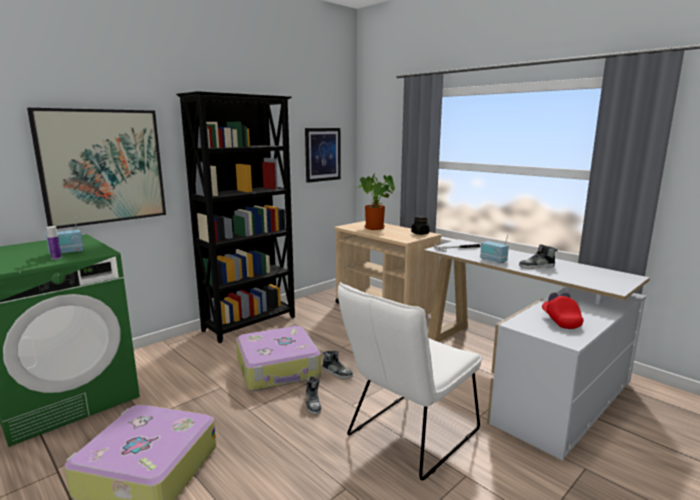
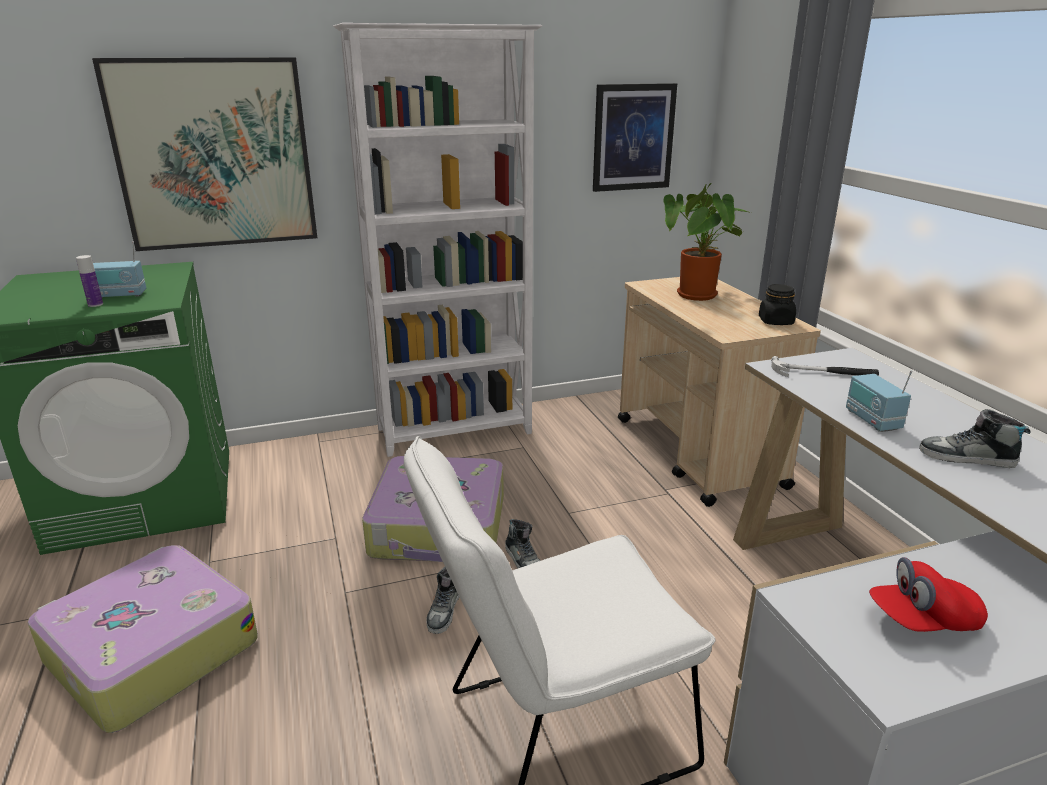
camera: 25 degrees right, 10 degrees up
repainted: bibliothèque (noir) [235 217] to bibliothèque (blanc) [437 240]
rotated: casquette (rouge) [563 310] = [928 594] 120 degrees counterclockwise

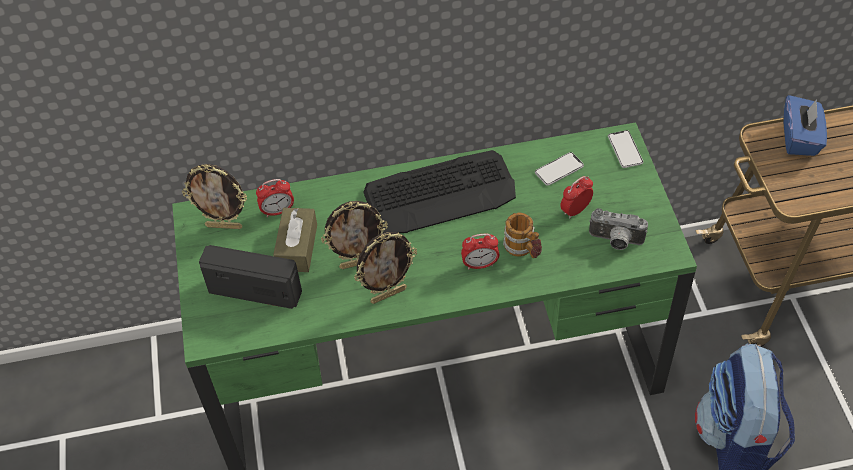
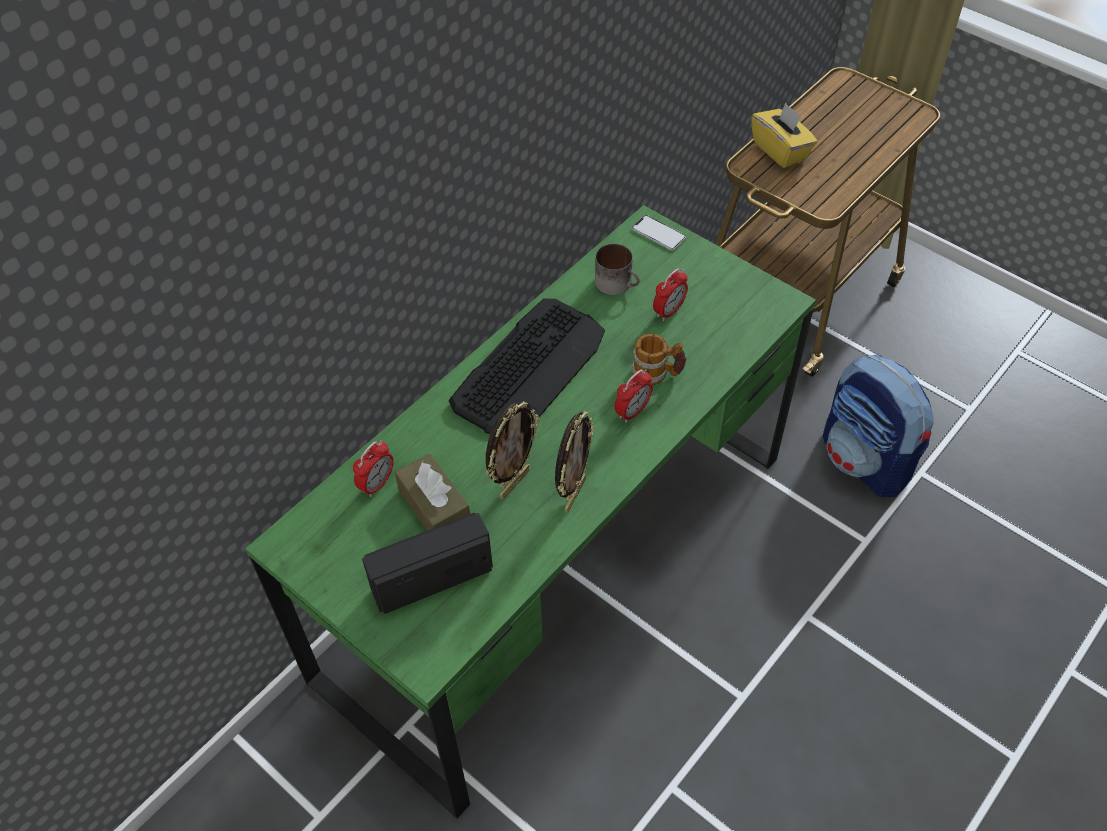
camera: 40 degrees left, 0 degrees up
gone: cadre photo [214 196]; appareil photo [618 229]
swapped: téléphone [559 169] to mug [617 269]
repainted: boîte à mouchoirs (bleu) [805 125] to boîte à mouchoirs (jaune) [784 135]
rotated: réveil [576 197] = [670 294] 150 degrees counterclockwise

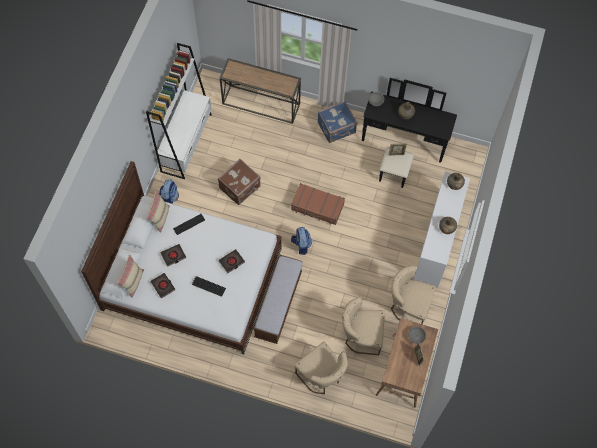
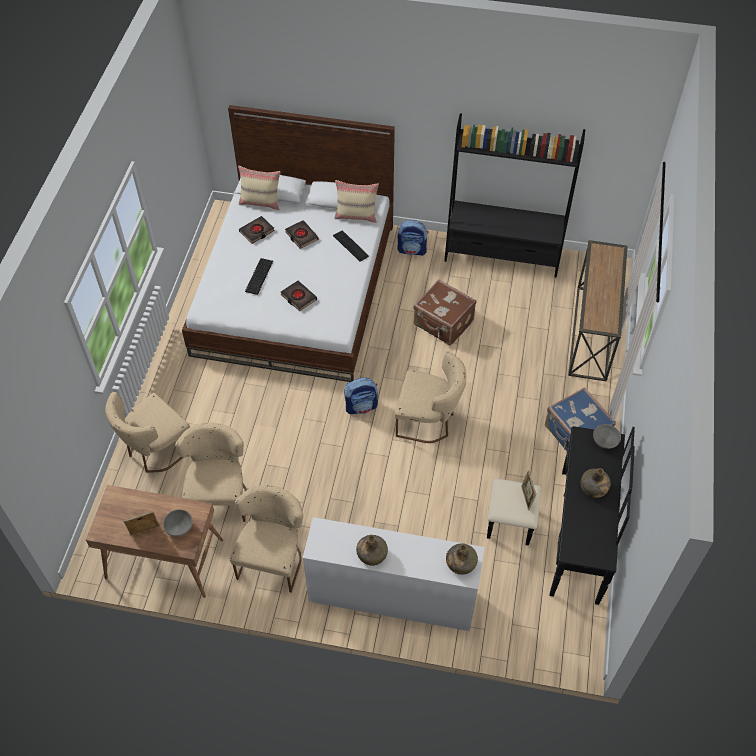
camera: 85 degrees right, 10 degrees down
gone: banc [278 299]
swapped: valise (marron) [318 204] to chaise (beige) [430 397]
repainted: bibliothèque (blanc) [179 111] to bibliothèque (noir) [514 195]

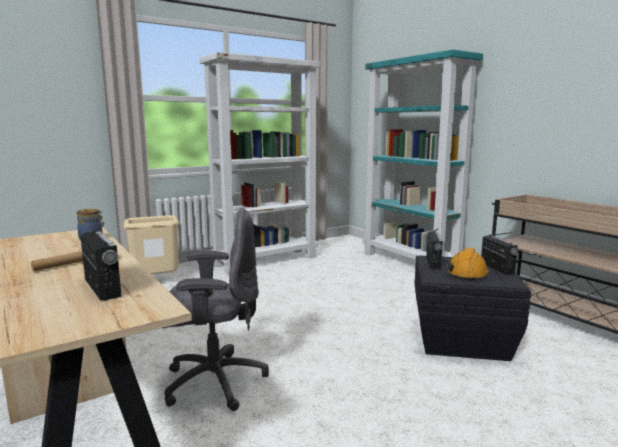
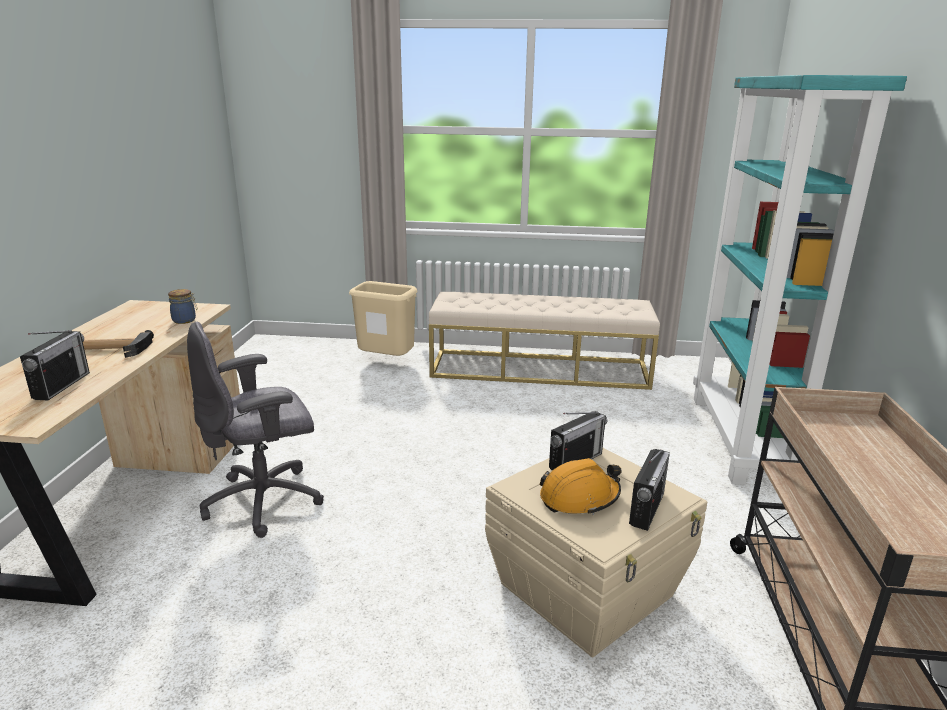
camera: 40 degrees right, 10 degrees up
swapped: bibliothèque (blanc) [260 163] to banc (beige) [544 341]
repainted: boîte de rangement (noir) [472 308] to boîte de rangement (beige) [596 552]
rotated: chaise de bureau (gris) [216 310] = [255 430] 120 degrees clockwise

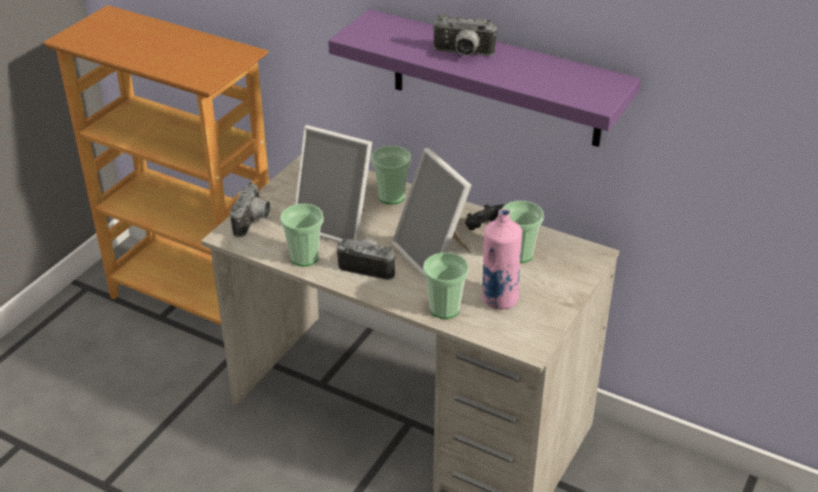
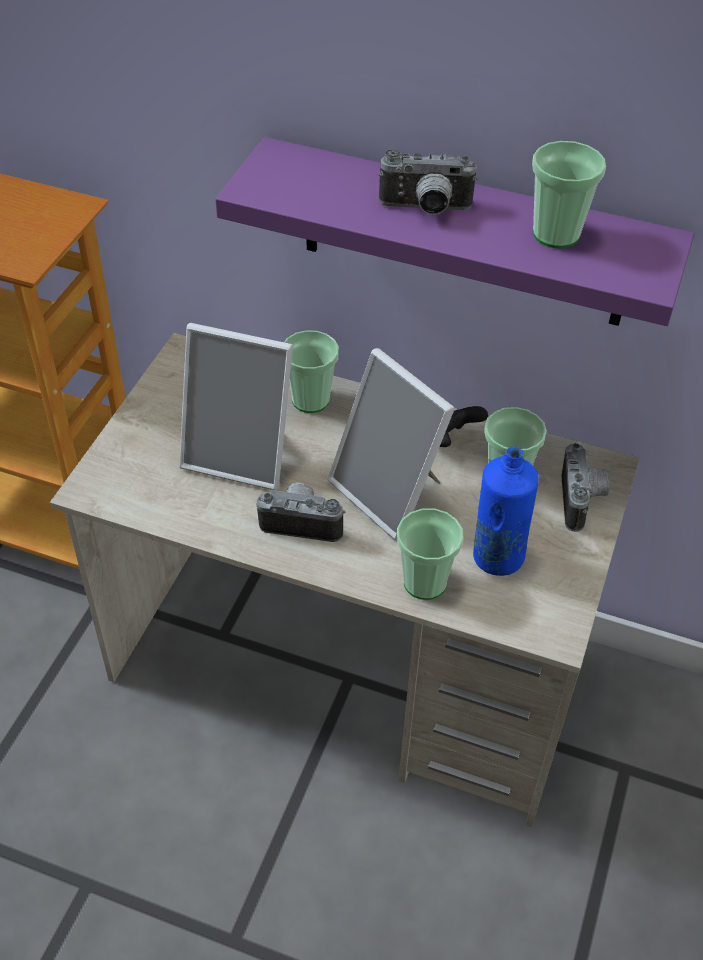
camera: 10 degrees left, 10 degrees up
shifted: appareil photo [250 210] to [585 487]; tasse [302 234] to [569 194]
repainted: bouteille (rose) [502 259] to bouteille (bleu) [506 511]

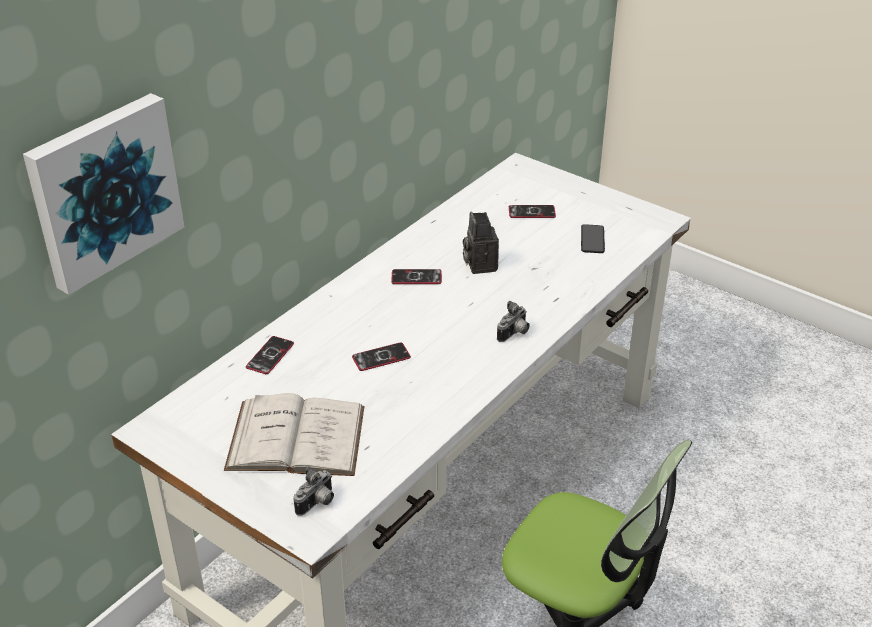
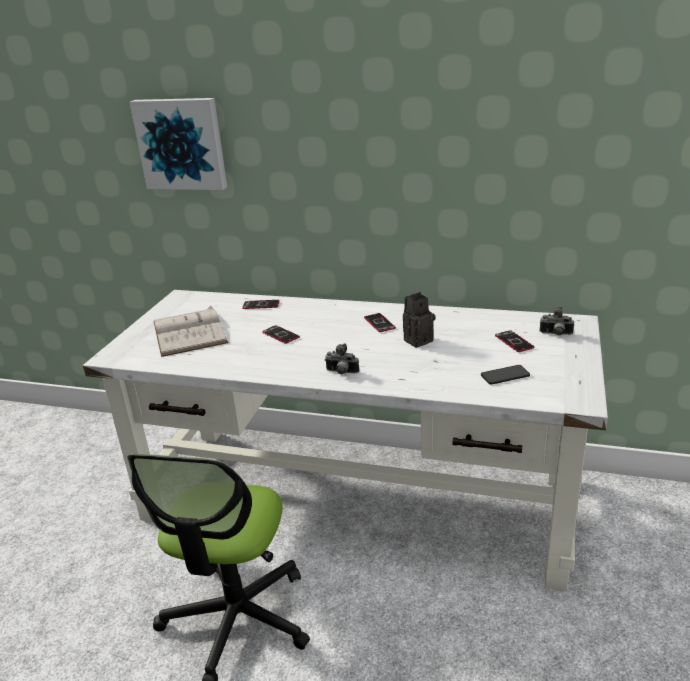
camera: 70 degrees right, 10 degrees down
shifted: appareil photo [313 491] to [557 321]

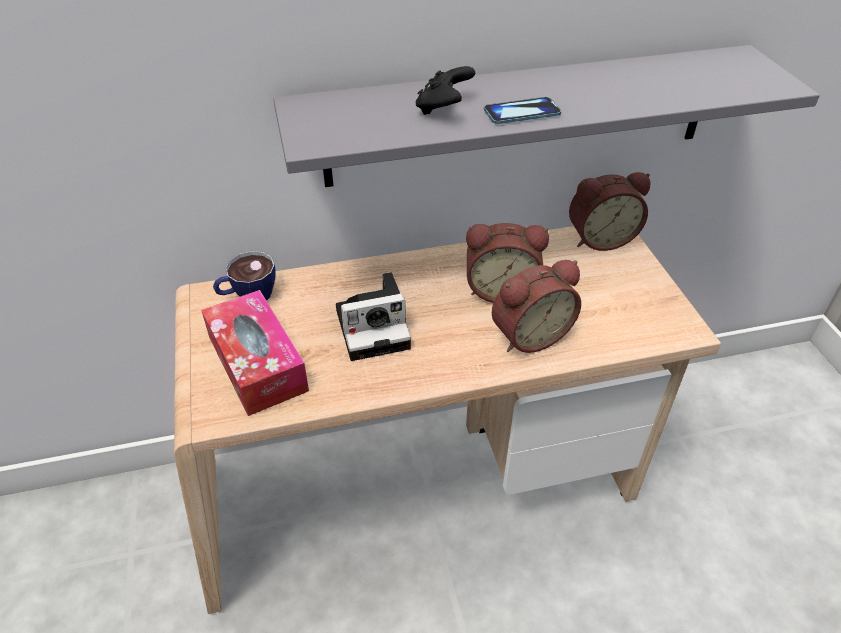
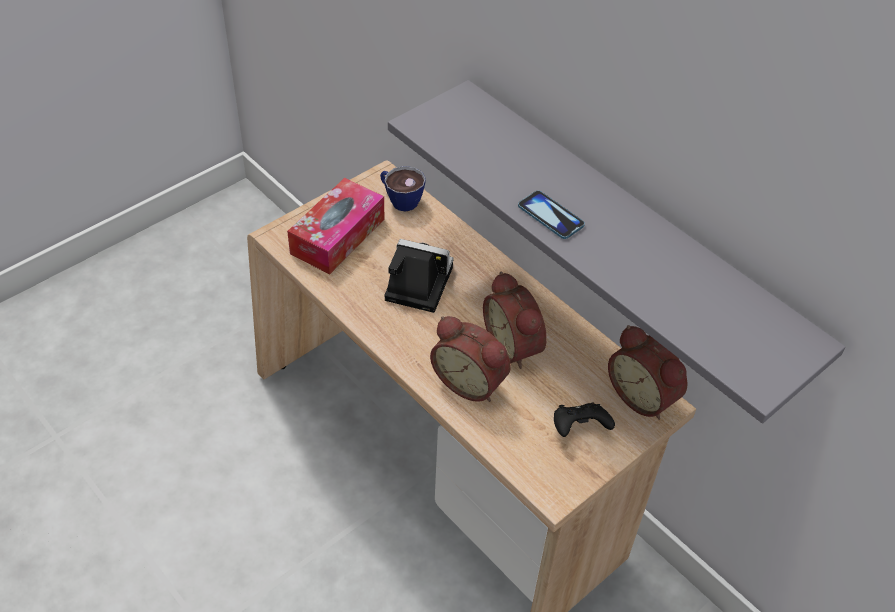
camera: 60 degrees right, 5 degrees up
shifted: manette (noir) [445 90] to [584 420]
rotated: appareil photo [373 316] = [419 276] 150 degrees clockwise

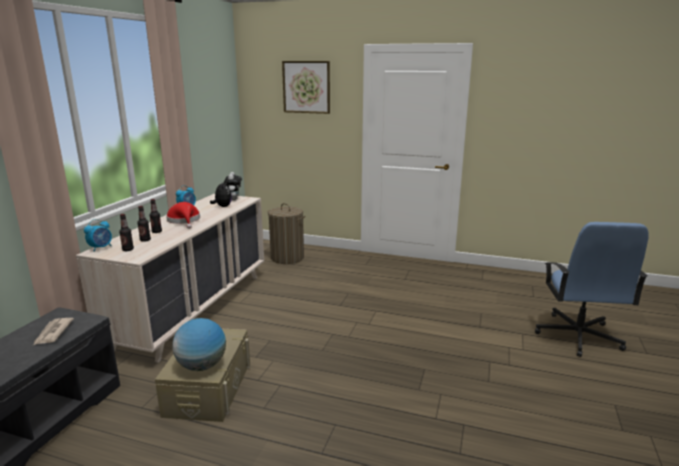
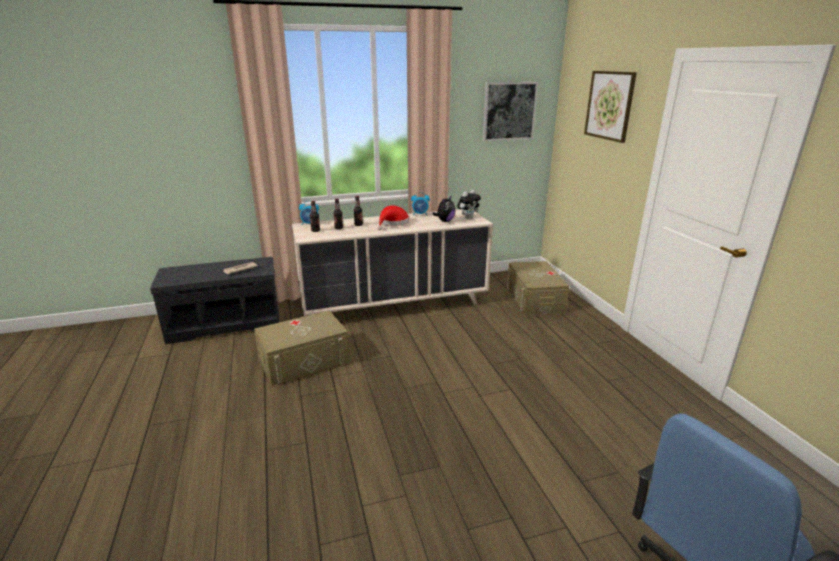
camera: 55 degrees right, 5 degrees up
gone: globe [199 344]
new: tableau [510 111]
swapped: panier à linge [286 233] to boîte de rangement (beige) [538 288]

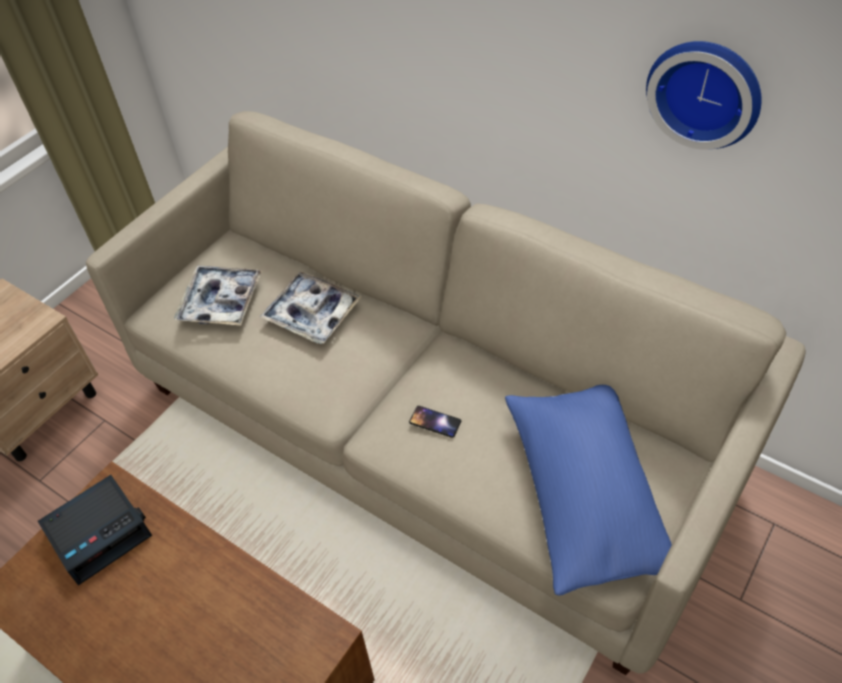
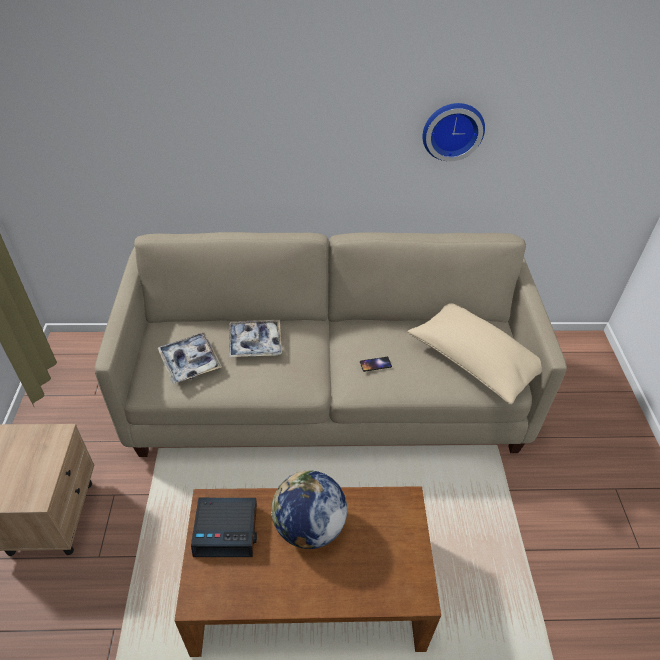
camera: 40 degrees left, 5 degrees down
new: globe [309 510]
repainted: coussin (bleu) [588 490] to coussin (beige) [474 354]
rotated: réveil [95 530] = [224 527] 75 degrees clockwise

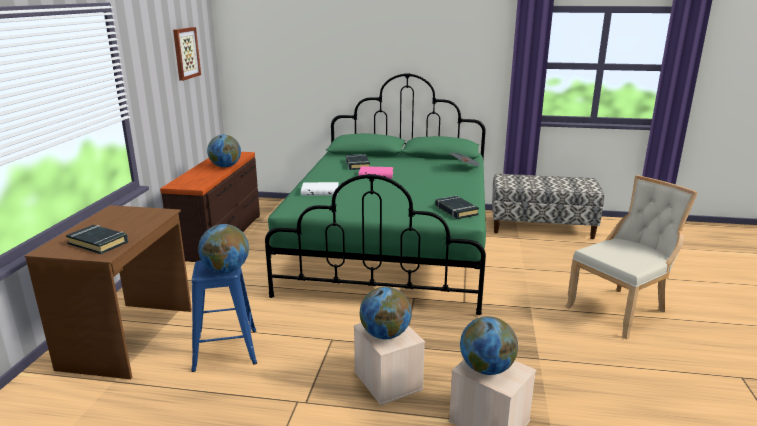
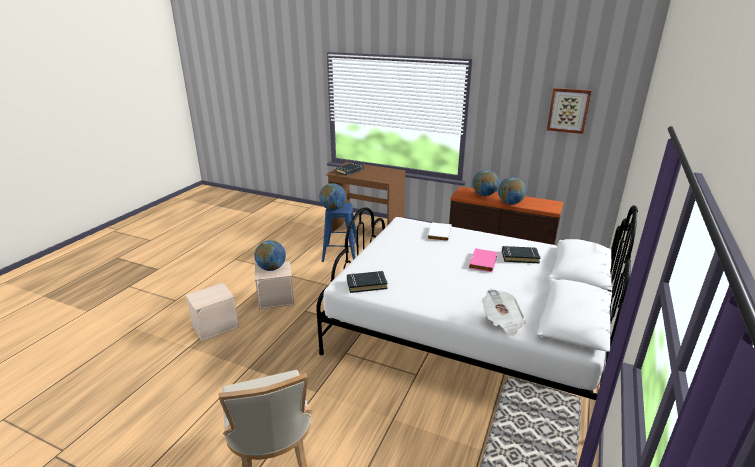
camera: 105 degrees right, 5 degrees up
shifted: globe [489 345] to [485 183]
repainted: lit (vert) [375 194] to lit (blanc) [477 302]

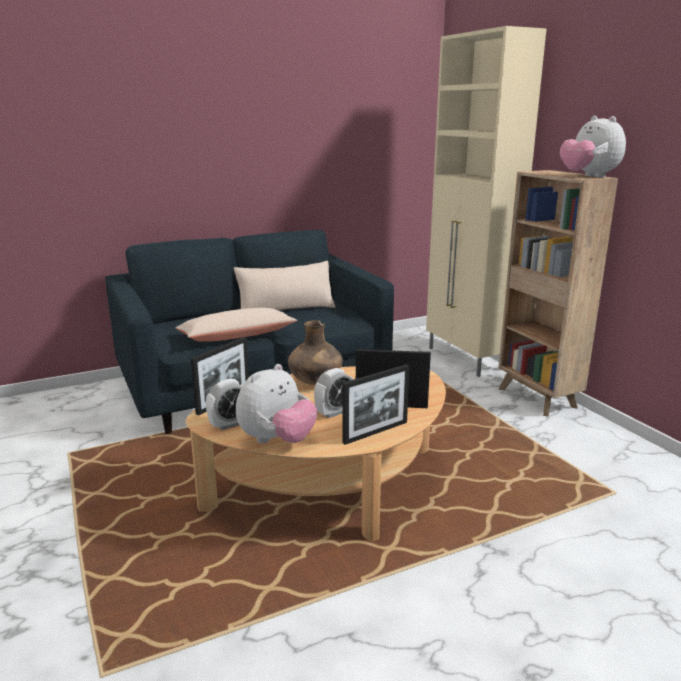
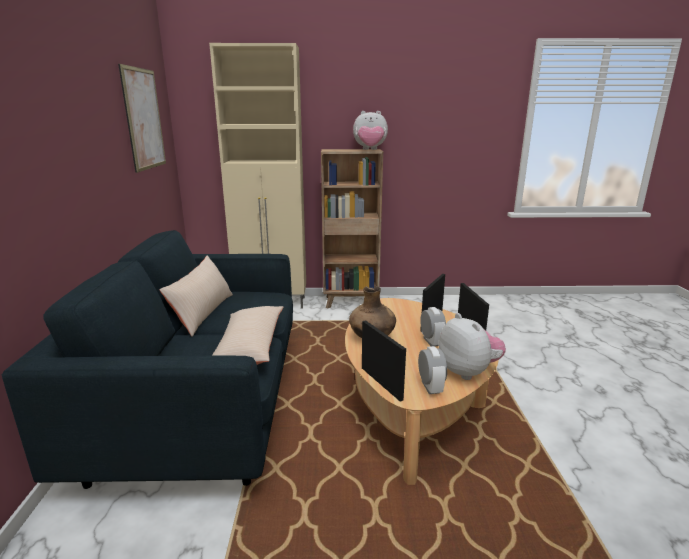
camera: 65 degrees left, 0 degrees up
new: tableau [142 118]

